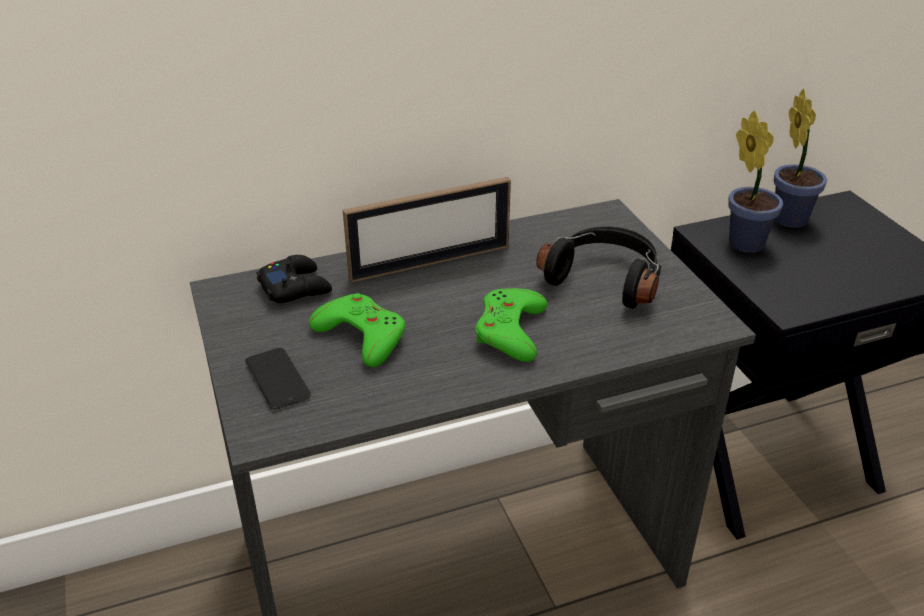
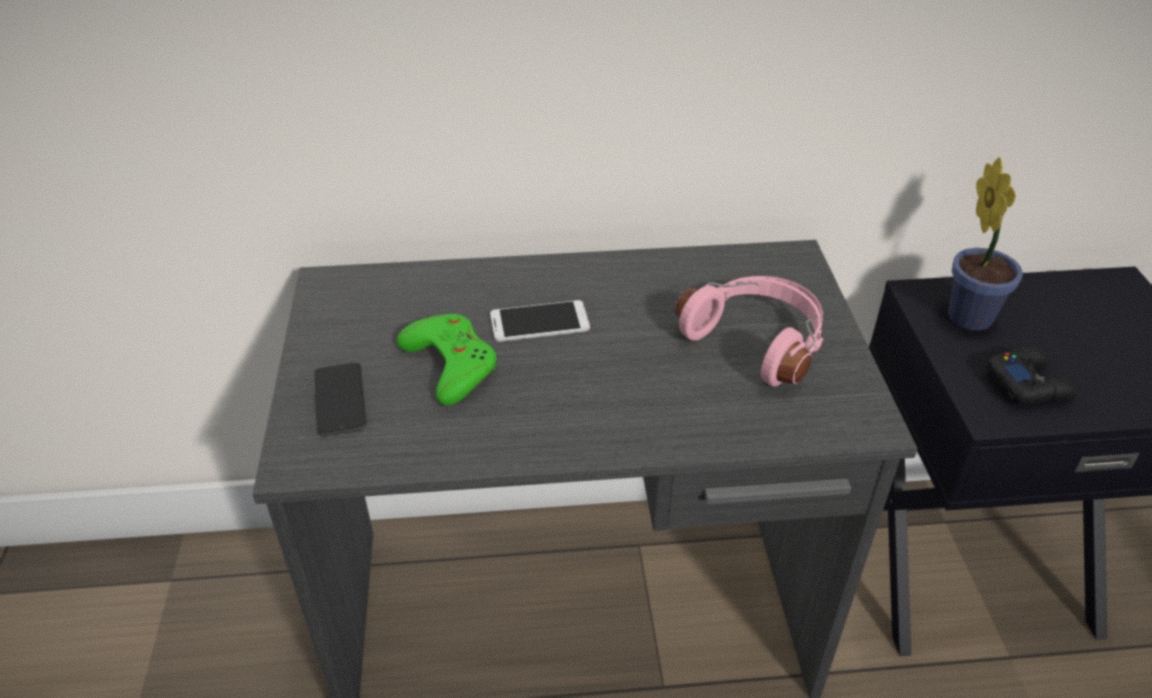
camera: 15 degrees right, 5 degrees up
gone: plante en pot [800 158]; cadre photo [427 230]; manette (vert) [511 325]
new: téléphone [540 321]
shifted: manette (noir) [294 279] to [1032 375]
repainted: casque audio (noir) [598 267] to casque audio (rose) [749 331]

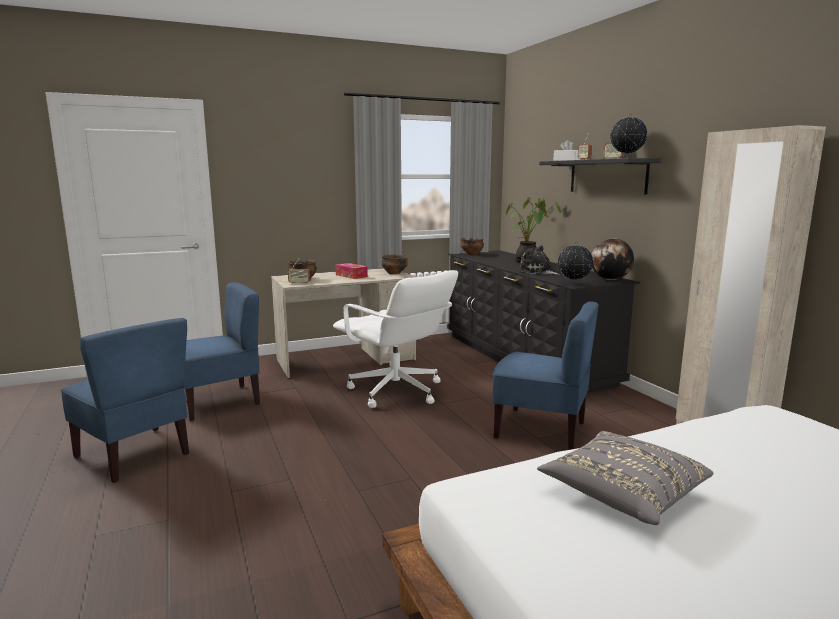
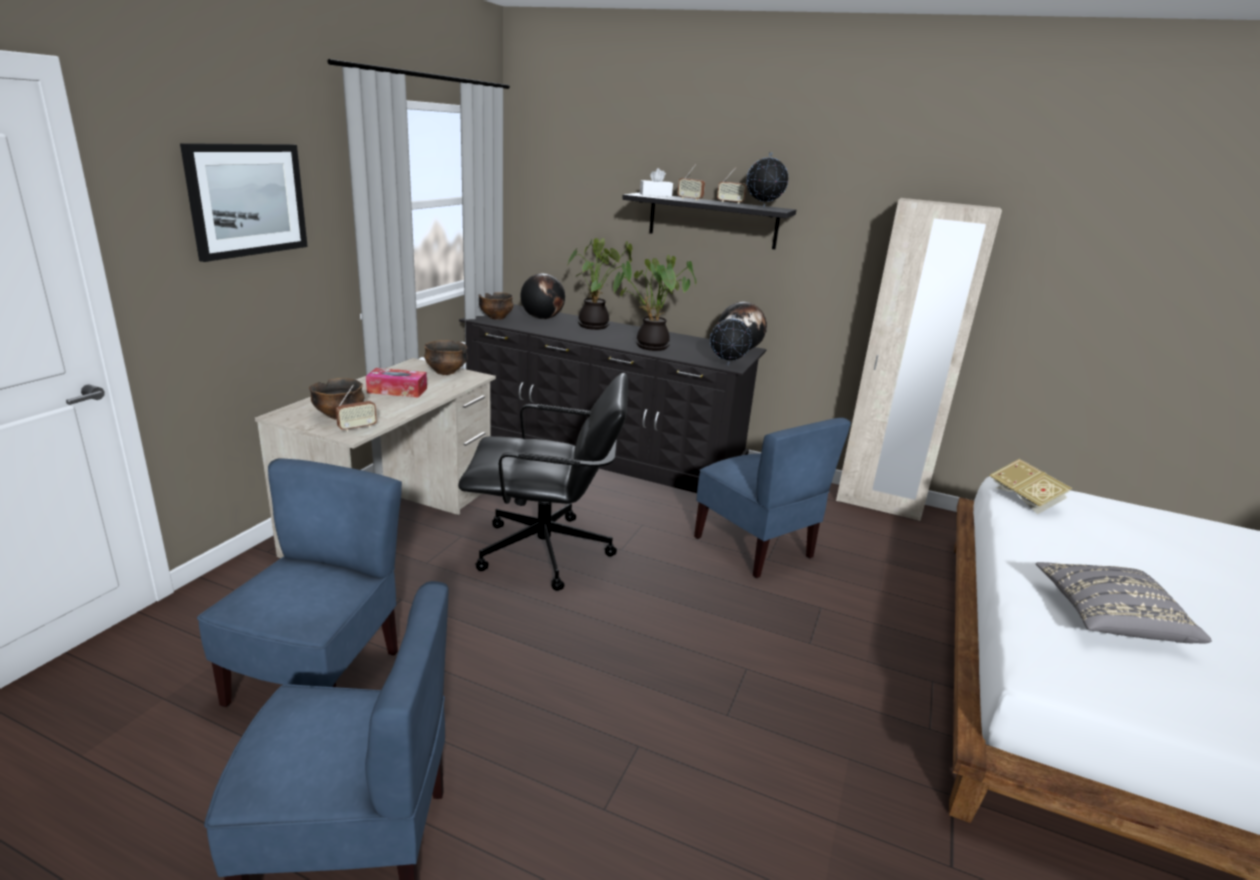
camera: 45 degrees left, 10 degrees up
new: tableau [244 202]; globe [542 296]; livre [1030 486]
swapped: peluche [539 260] to plante en pot [655 303]
repainted: chaise de bureau (blanc) [395 339] to chaise de bureau (noir) [543 482]
rotated: chaise (bleu) [545 375] = [772 498] 75 degrees clockwise

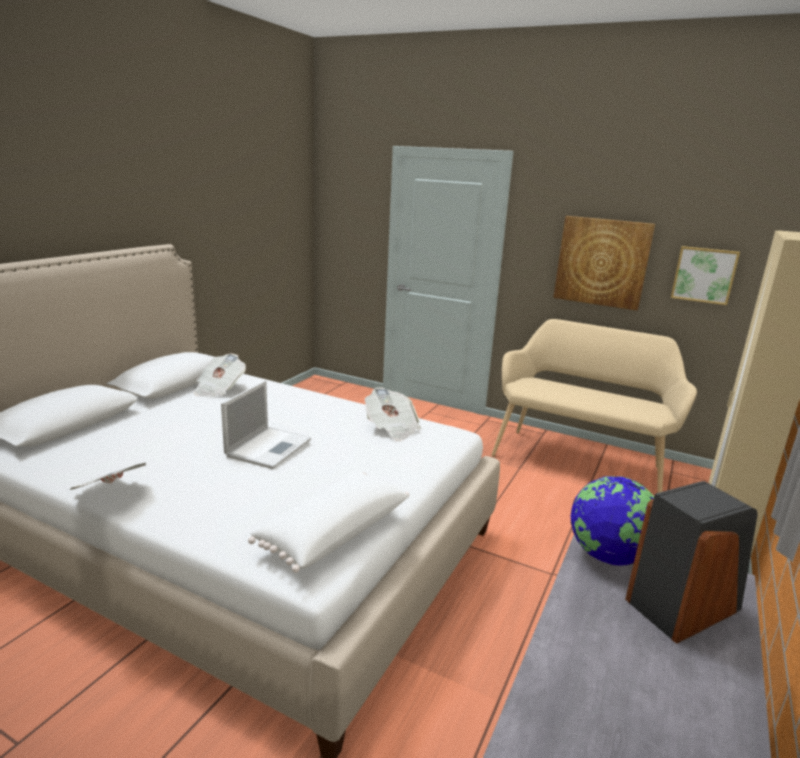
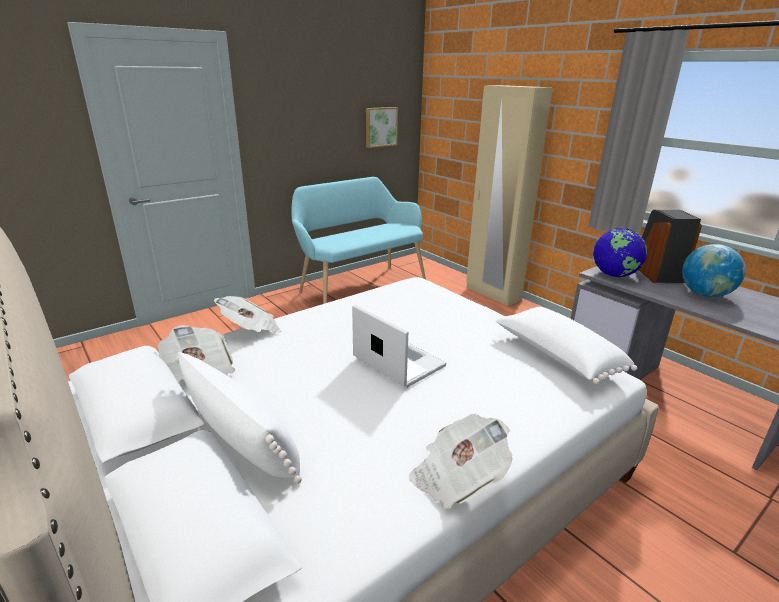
camera: 65 degrees left, 5 degrees up
gone: tableau [604 263]
new: globe [714 270]; coussin (blanc) [238 418]
shifted: journal [392 414] to [247 314]
repainted: banc (beige) [594 406] to banc (turquoise) [358 240]

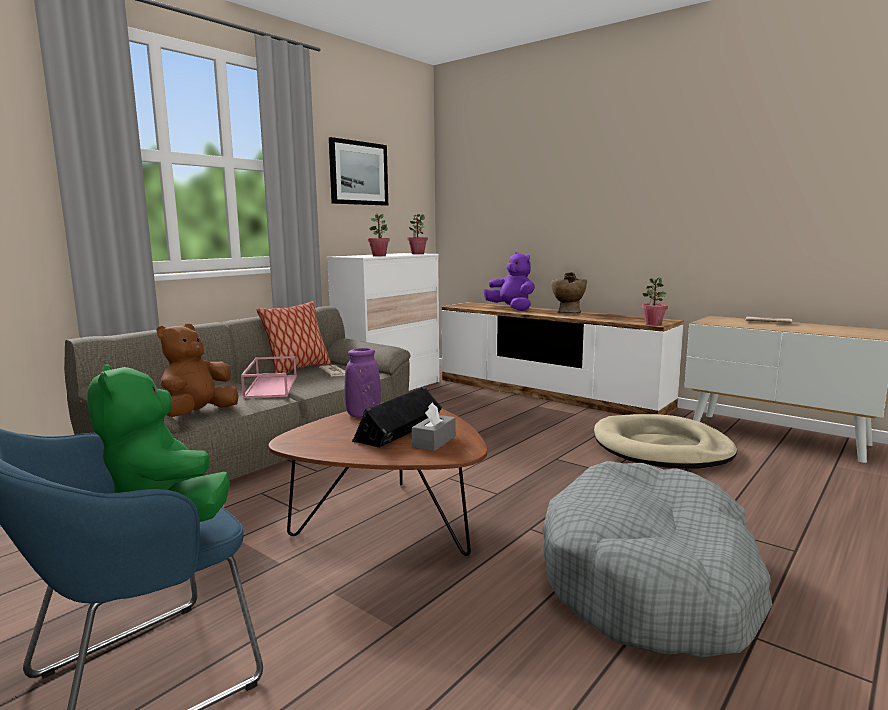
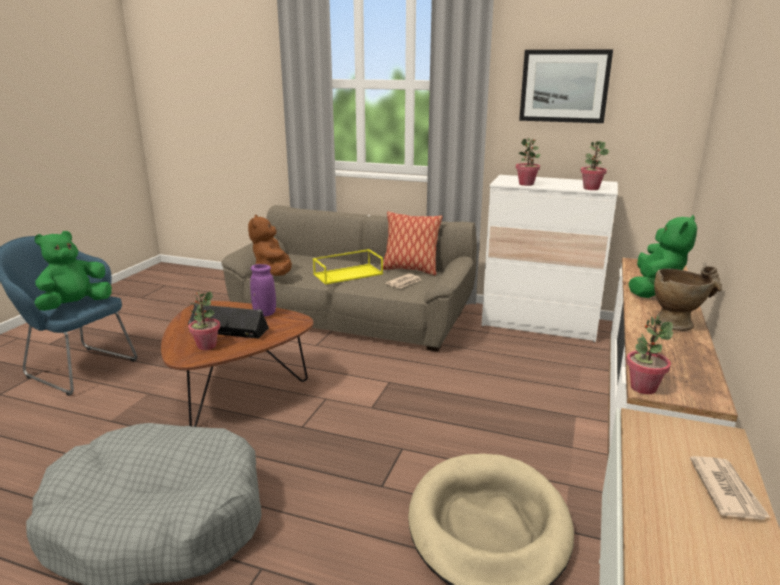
camera: 70 degrees right, 10 degrees up
swapped: boîte à mouchoirs (gris) [434 426] to plante en pot [204 320]
repainted: peluche (violet) [509 281] to peluche (vert) [662 256]; plateau (rose) [269 377] to plateau (jaune) [348 267]
rotated: peluche (marron) [198 370] = [270 245] 105 degrees counterclockwise

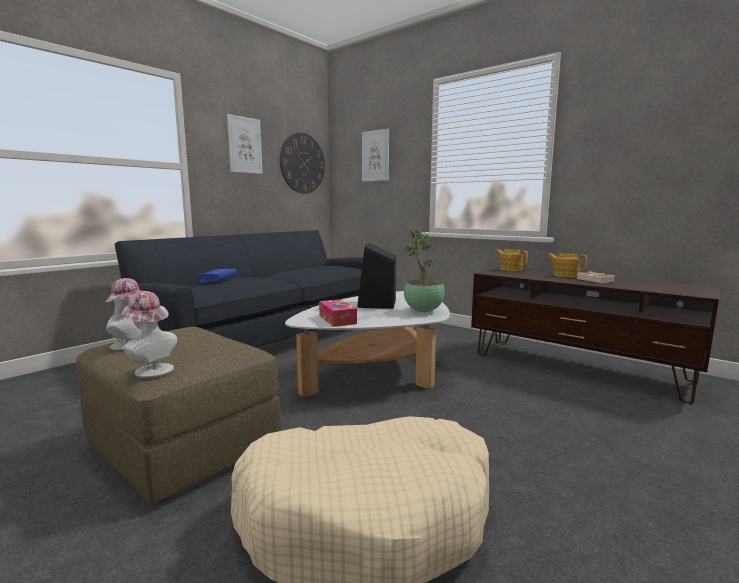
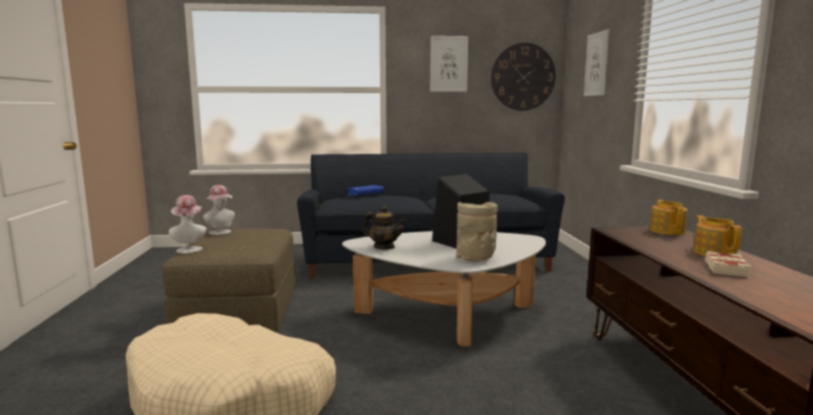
camera: 45 degrees right, 0 degrees up
swapped: plante en pot [424 271] to vase (beige) [477 232]; boîte à mouchoirs [338 313] to théière [384 227]

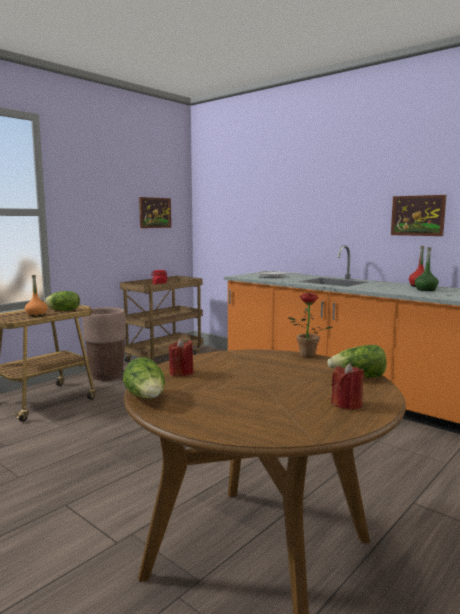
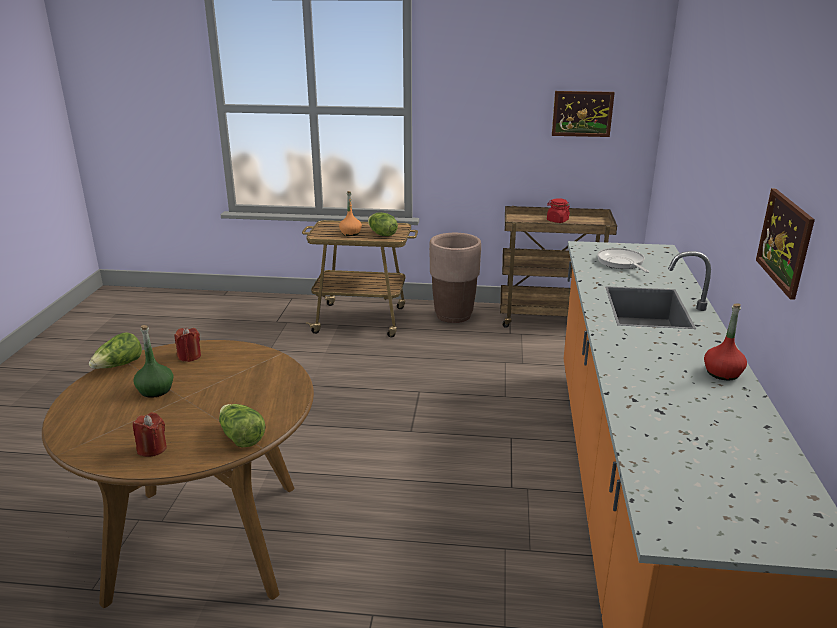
camera: 55 degrees right, 15 degrees up
gone: plante en pot [310 325]
shifted: bouteille (vert) [427 269] to [153 361]

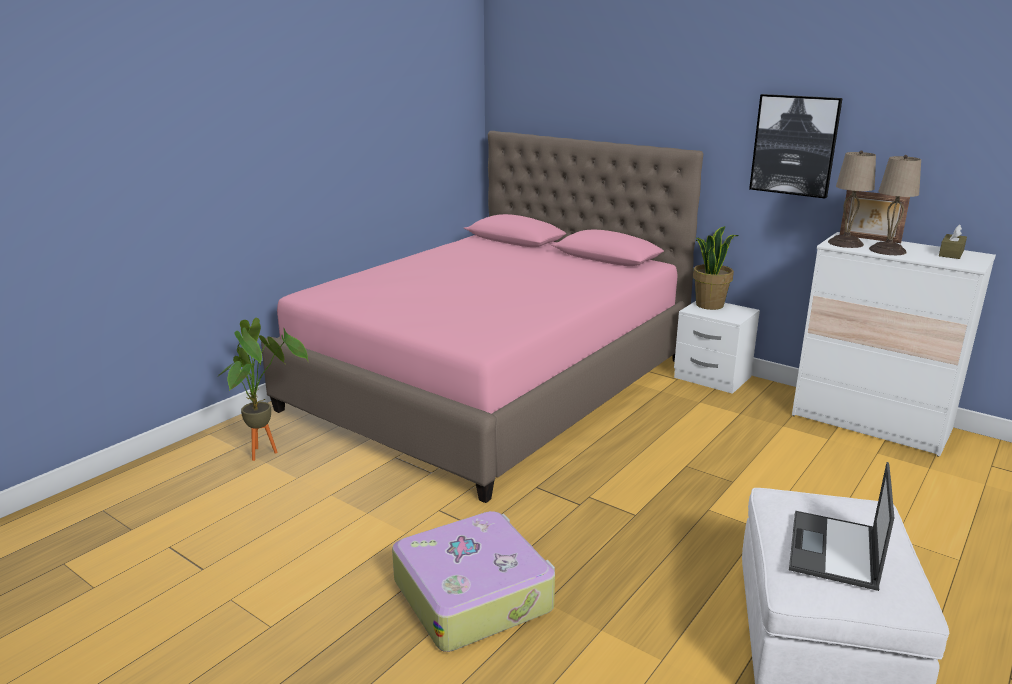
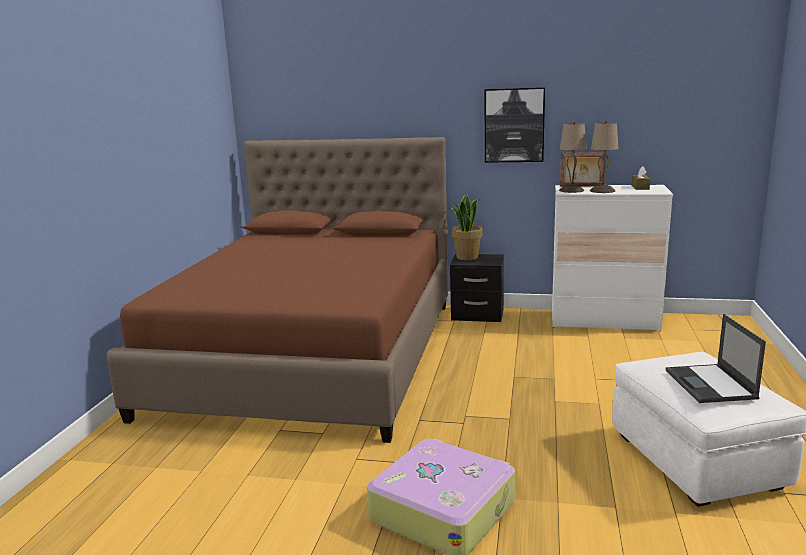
camera: 25 degrees left, 5 degrees down
gone: plante en pot [263 389]
repainted: lit (rose) [482 317] to lit (marron) [277 290]; table de chevet (blanc) [717 347] to table de chevet (noir) [477 288]

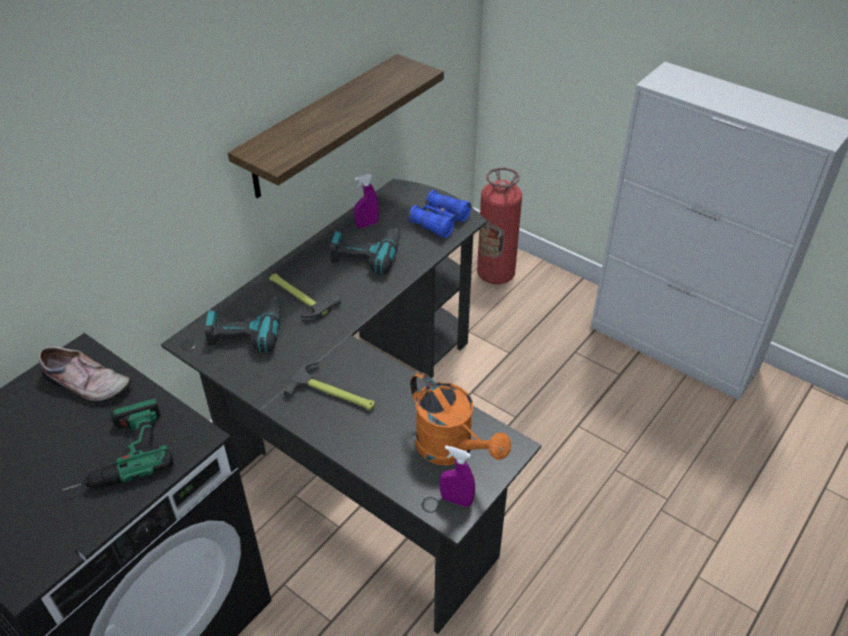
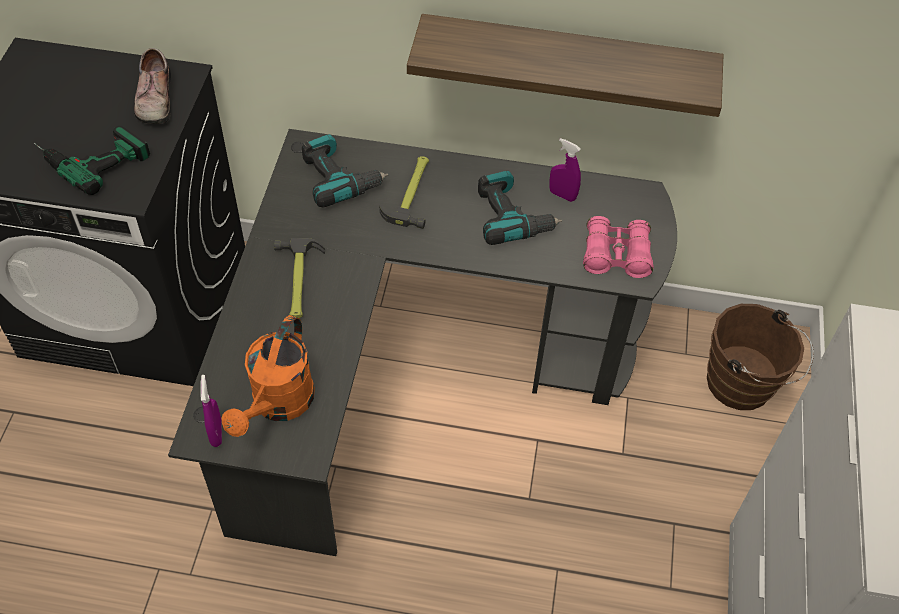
camera: 60 degrees right, 10 degrees up
swapped: extincteur [499 225] to seau (marron) [760 357]
repainted: jumelles (bleu) [439 214] to jumelles (rose) [618 247]

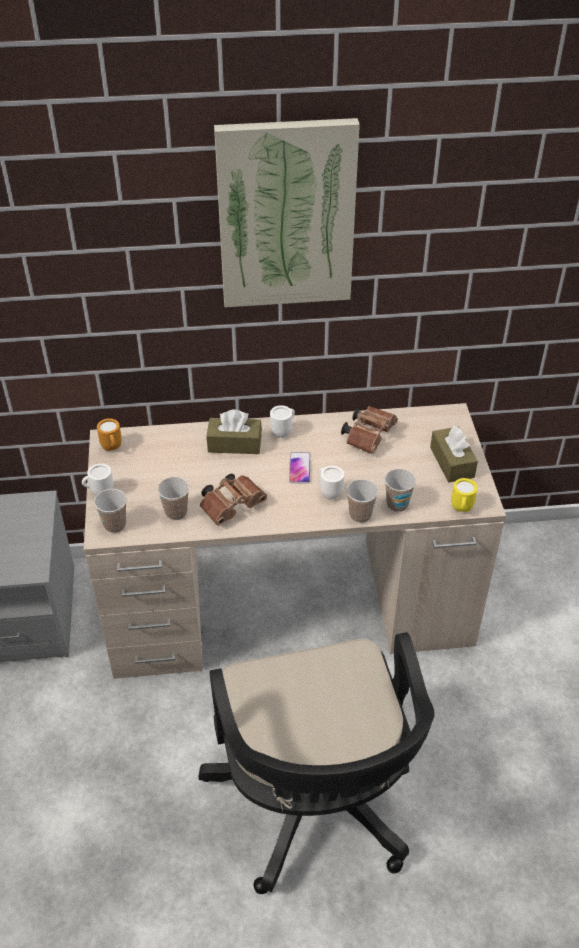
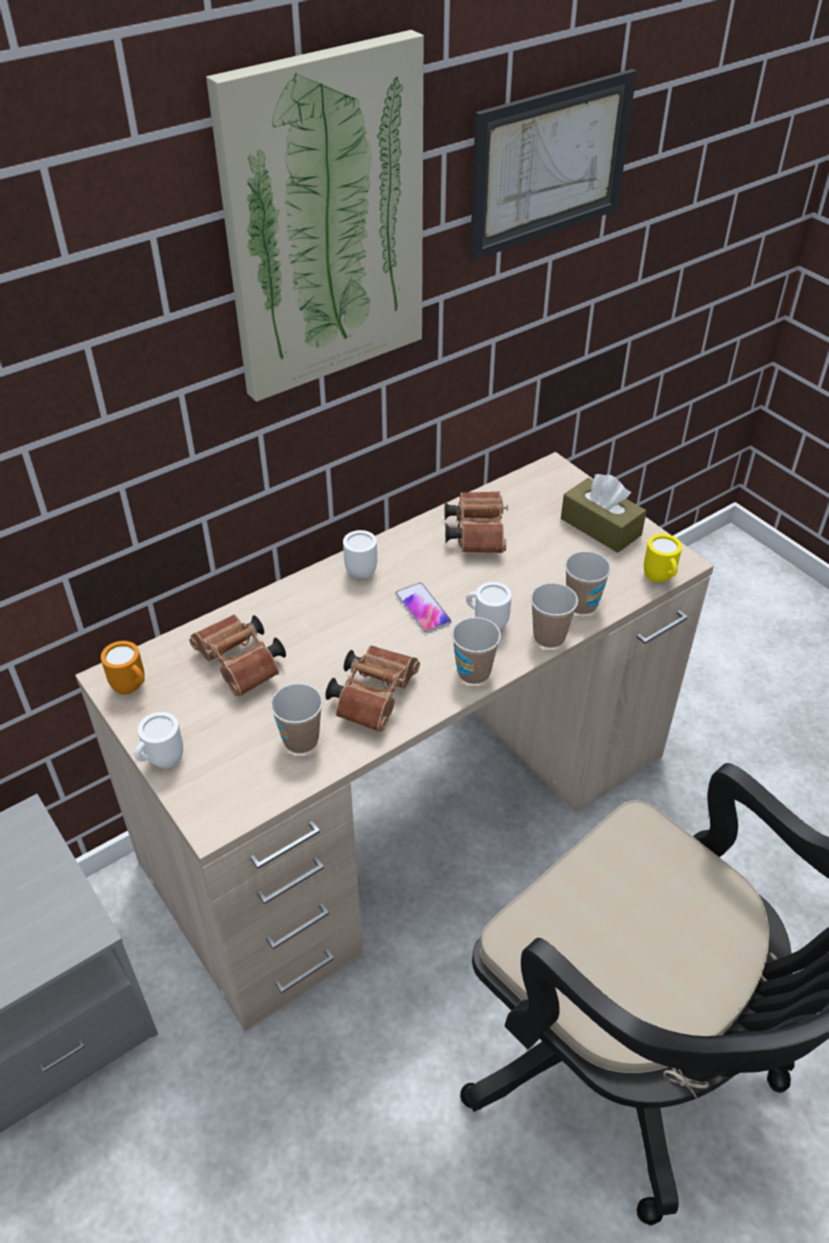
camera: 30 degrees left, 0 degrees up
gone: boîte à mouchoirs (marron) [234 431]
new: tableau [553 165]; jumelles (marron) [237 655]
shifted: tasse [110 511] to [476 650]

